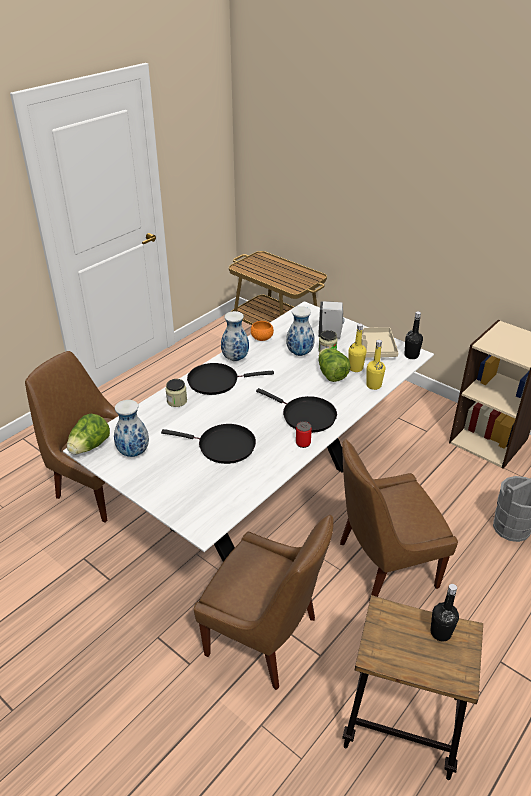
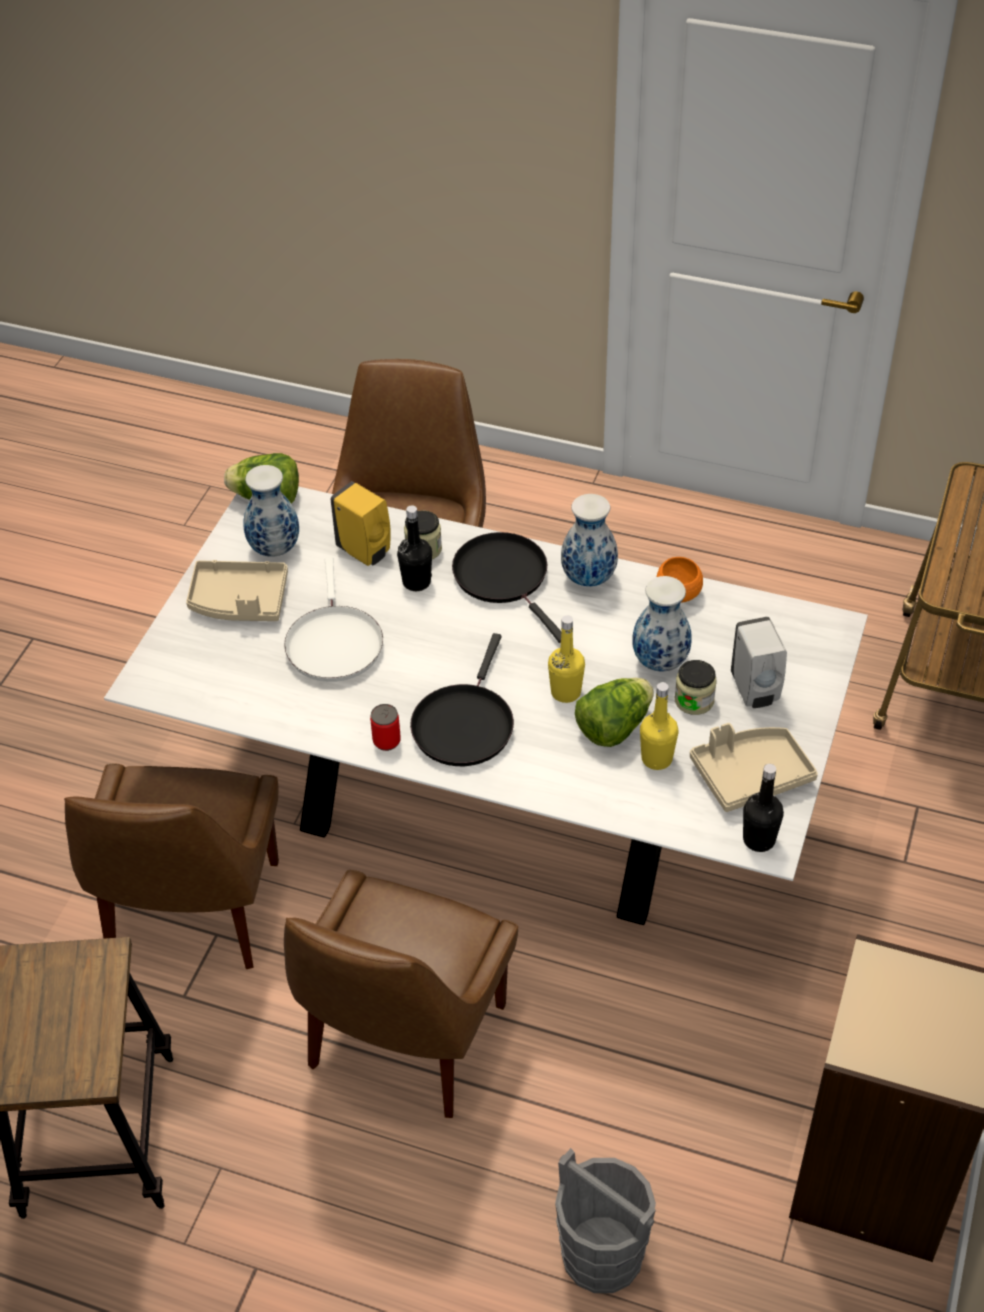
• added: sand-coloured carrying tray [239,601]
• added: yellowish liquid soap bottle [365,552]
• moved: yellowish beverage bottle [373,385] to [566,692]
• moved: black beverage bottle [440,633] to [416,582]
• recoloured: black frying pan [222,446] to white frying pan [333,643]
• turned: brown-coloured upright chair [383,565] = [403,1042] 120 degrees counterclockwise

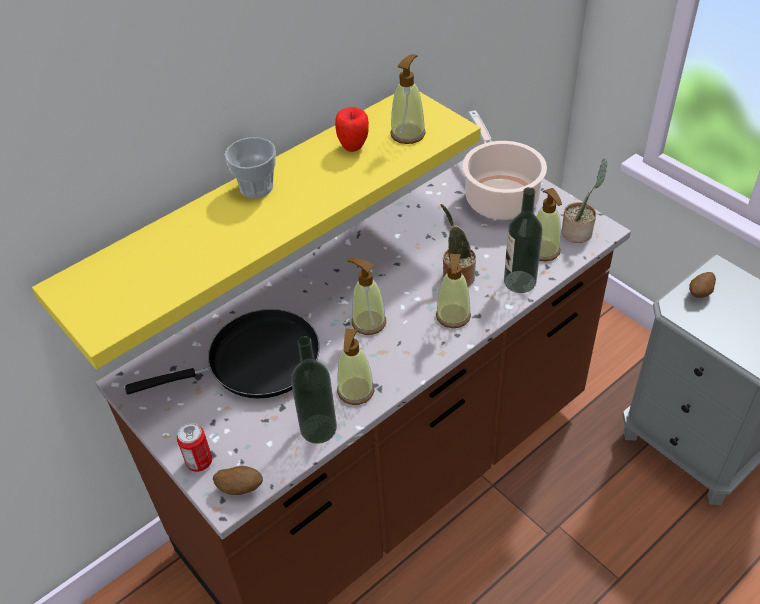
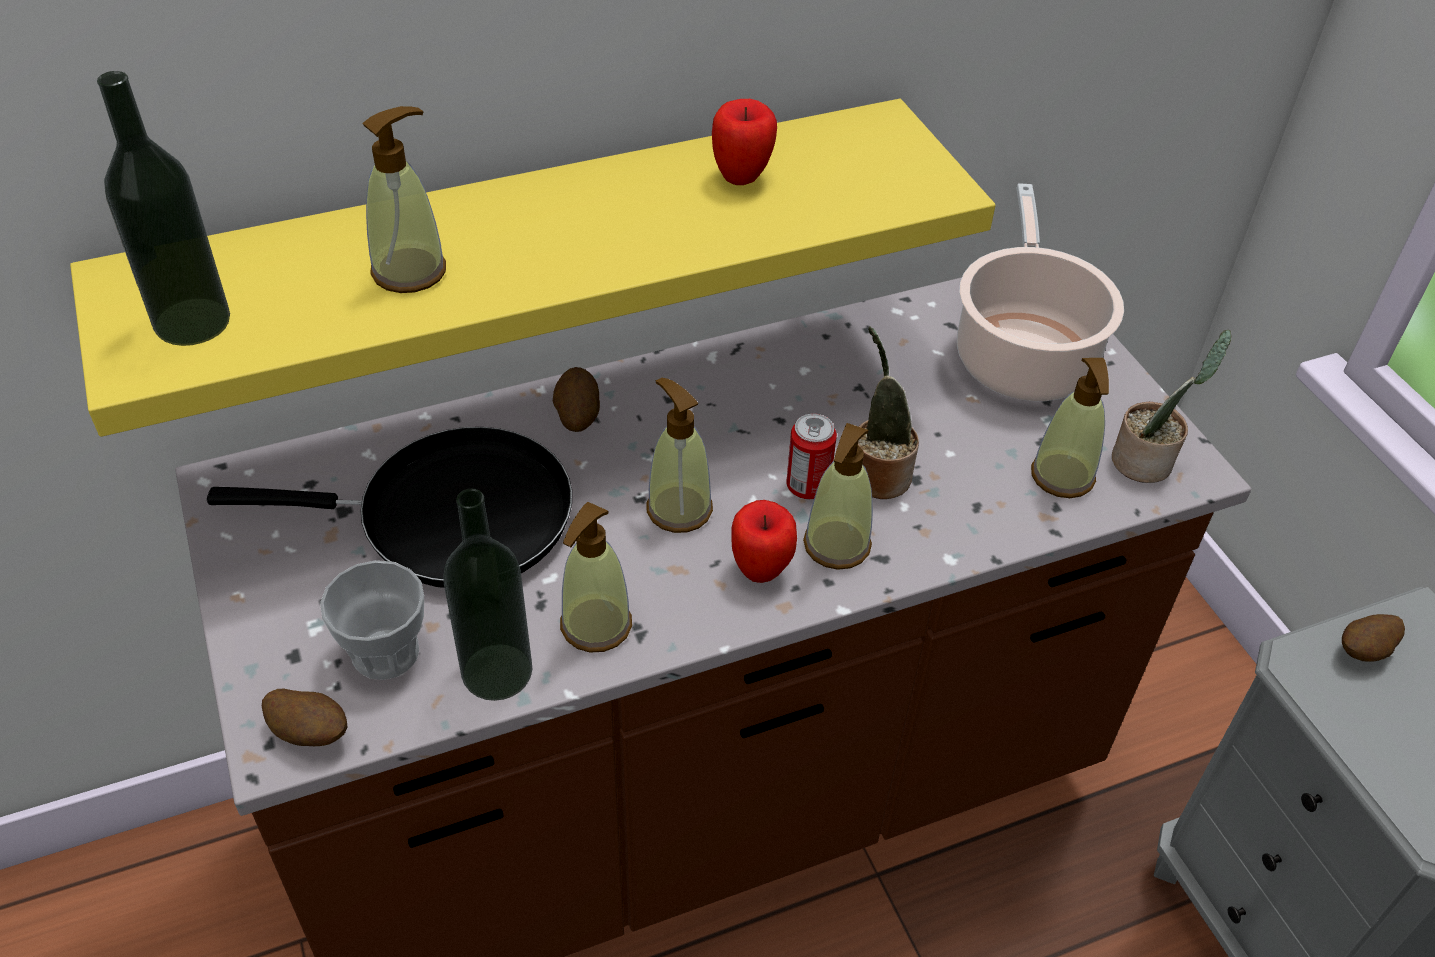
• added: potato [577,416]
• added: whole apple [761,570]
• moved: can [199,462] to [808,486]
• moved: small cup [256,187] to [385,652]
• moved: liquid soap bottle [408,134] to [410,271]
• moved: beverage bottle [519,281] to [192,322]

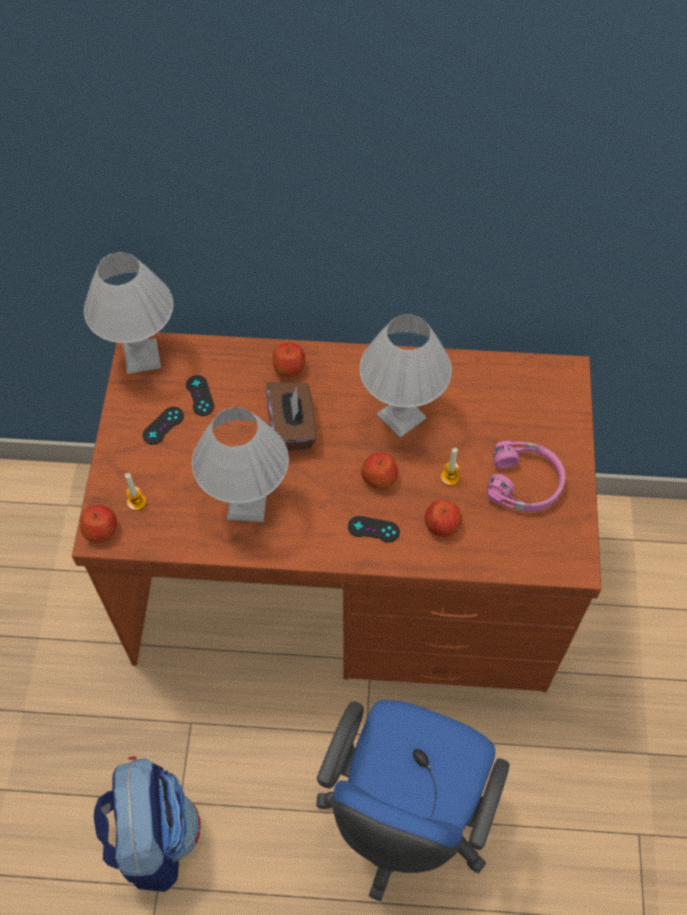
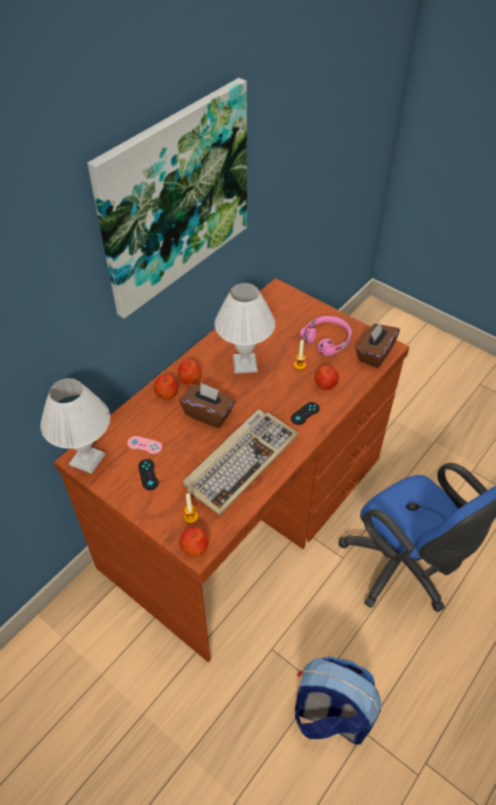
• added: wall picture [175,198]
• added: brown-coloured tissue box [374,353]
• moved: whole apple [379,478] to [190,378]
• replaced: white tabletop lamp [248,504] to keyboard [241,461]
• recoloured: black game controller [200,395] to pink-coloured game controller [144,445]

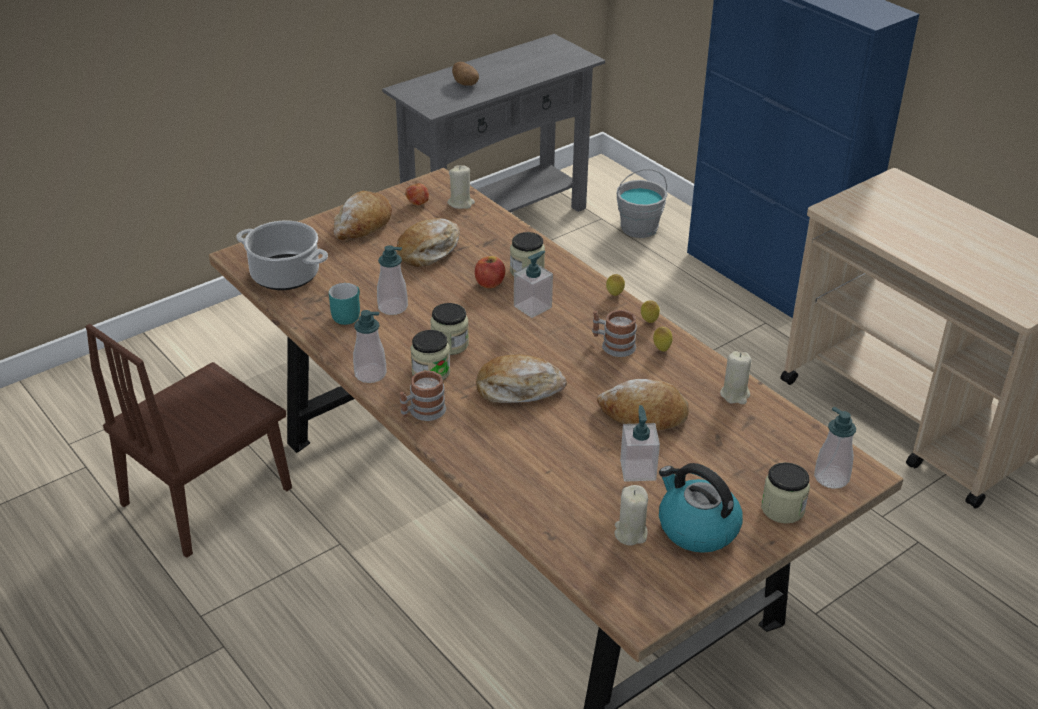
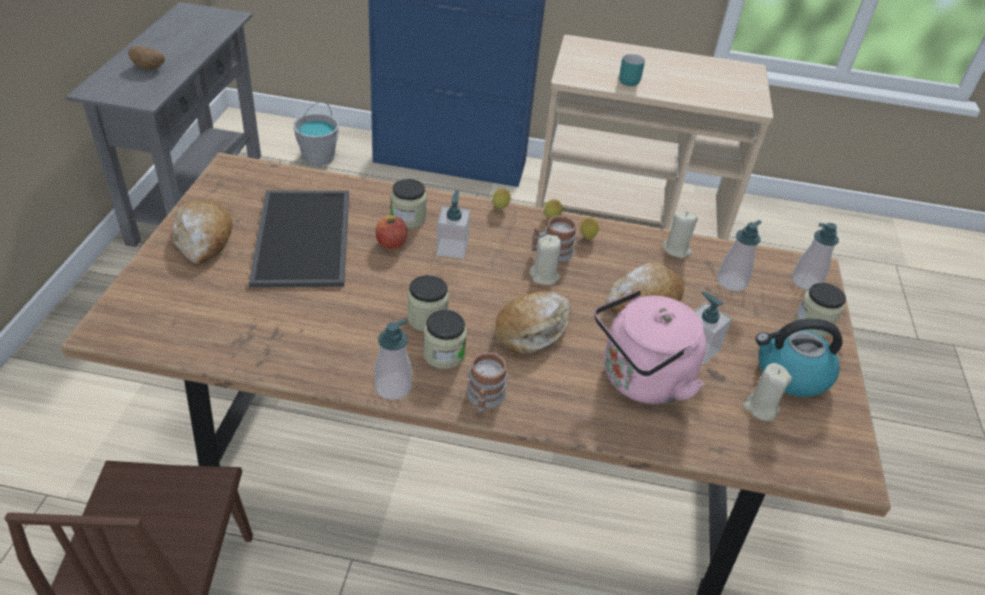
• removed: stockpot [284,275]
• removed: whole apple [417,203]
• added: pink-coloured tea kettle [640,380]
• moved: turquoise tea mug [346,314] to [626,80]
• moved: liquid soap bottle [392,307] to [731,282]
• moved: sand-coloured wax candle [461,203] to [544,276]
• replaced: baked bread [429,250] to carrying tray [300,236]

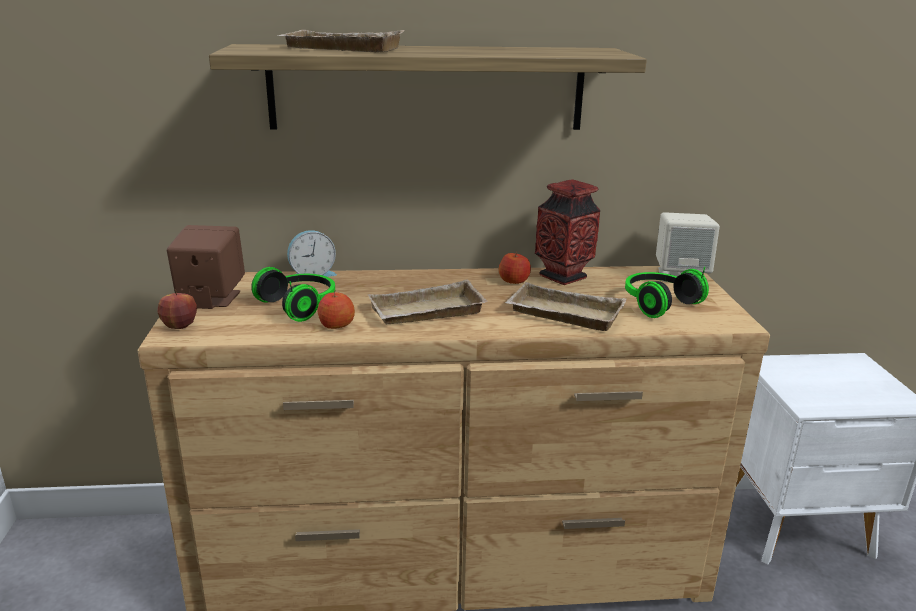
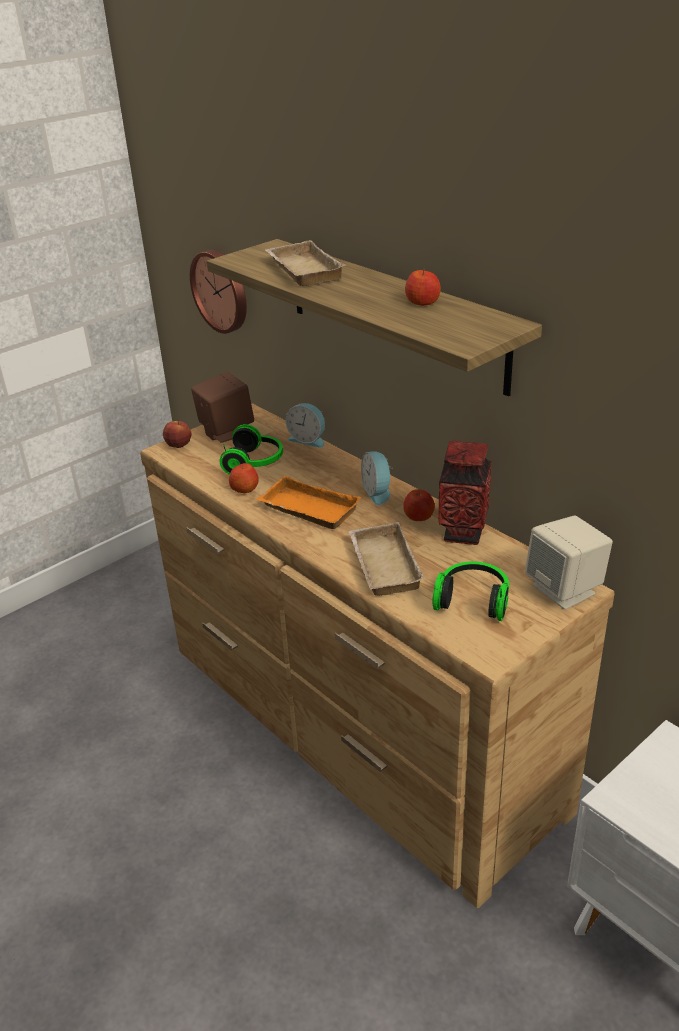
• added: clock on the wall [221,290]
• added: alarm clock [378,492]
• added: whole apple [423,302]
• recoloured: sand-coloured carrying tray [426,313] to orange carrying tray [306,510]

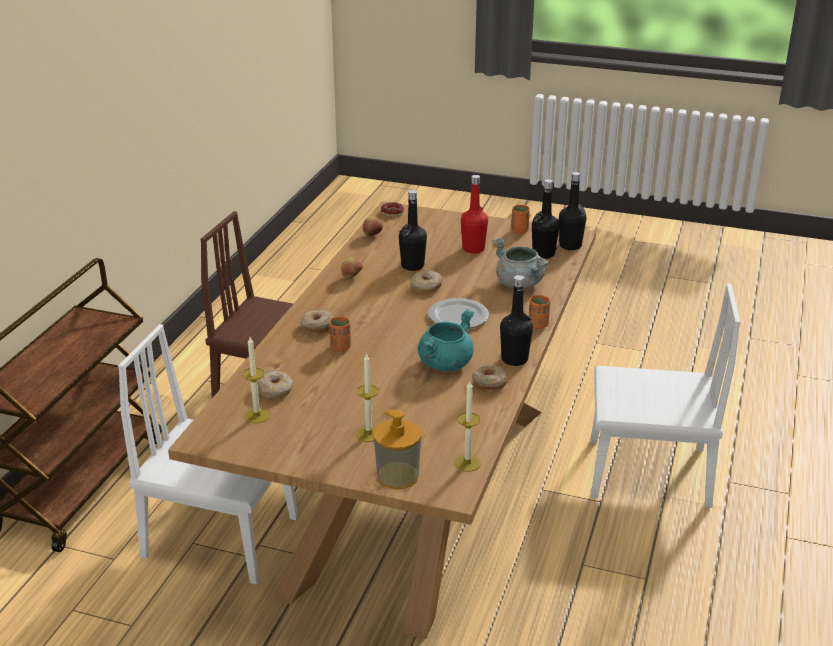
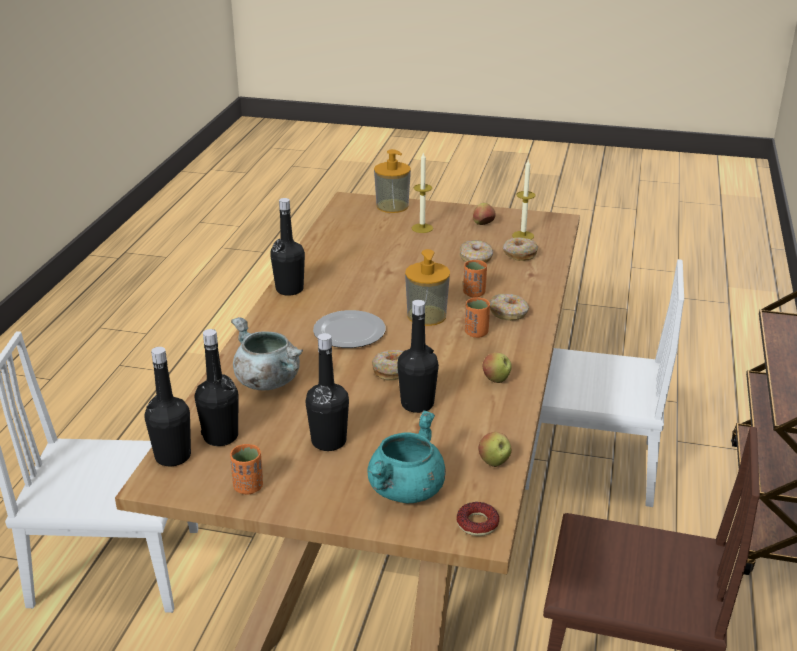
• removed: wax candle [467,463]
• added: liquid soap bottle [426,316]
• added: whole apple [483,225]
• moved: turquoise stockpot [445,363] to [406,491]
• moved: ring doughnut [489,383] to [476,258]
• moved: orange small cup [538,325] to [476,333]
• recoloured: reddish beverage bottle [473,249] to black beverage bottle [329,441]

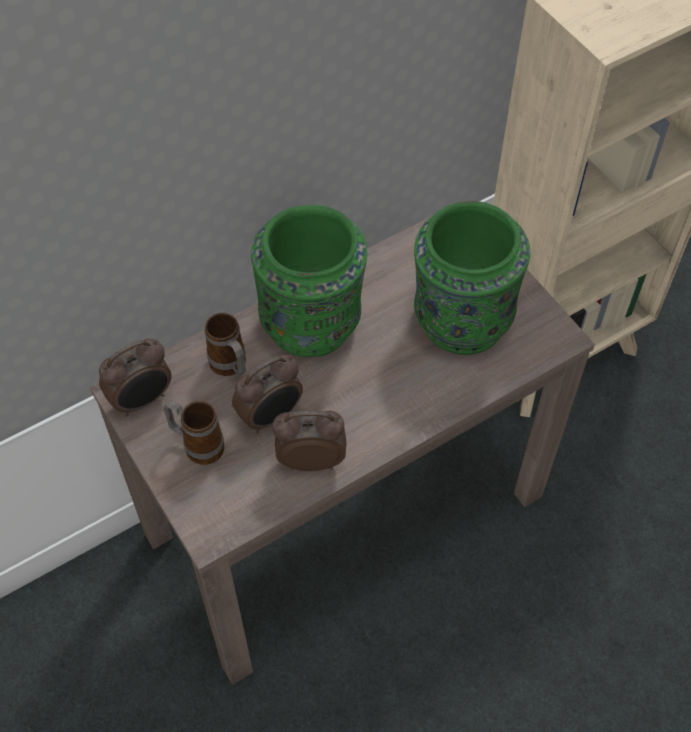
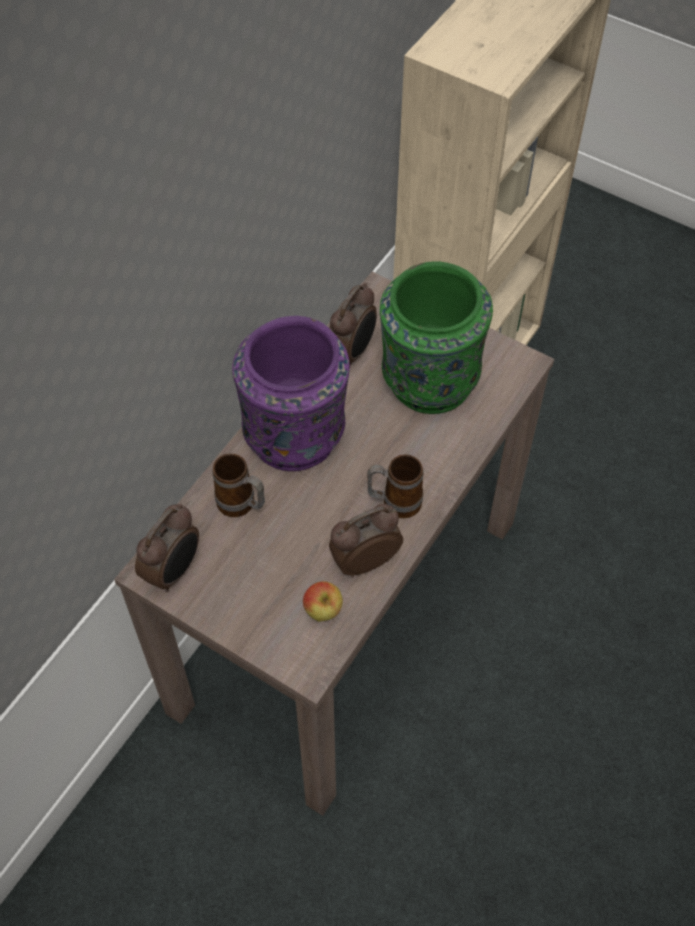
• added: whole apple [323,611]
• moved: tea mug [197,445] to [394,502]
• moved: alarm clock [271,416] to [352,352]
• recoloured: green decorative vase [312,323] to purplish decorative vase [296,435]

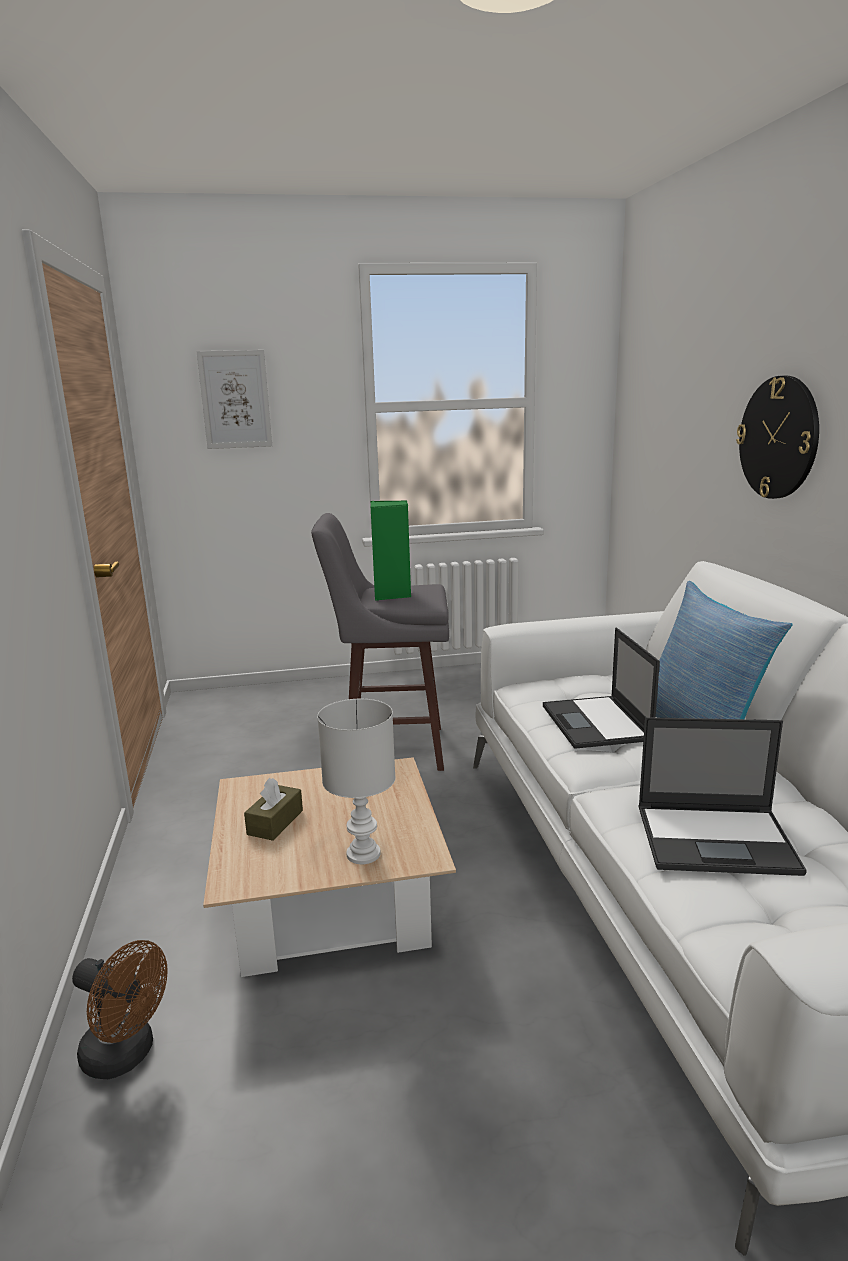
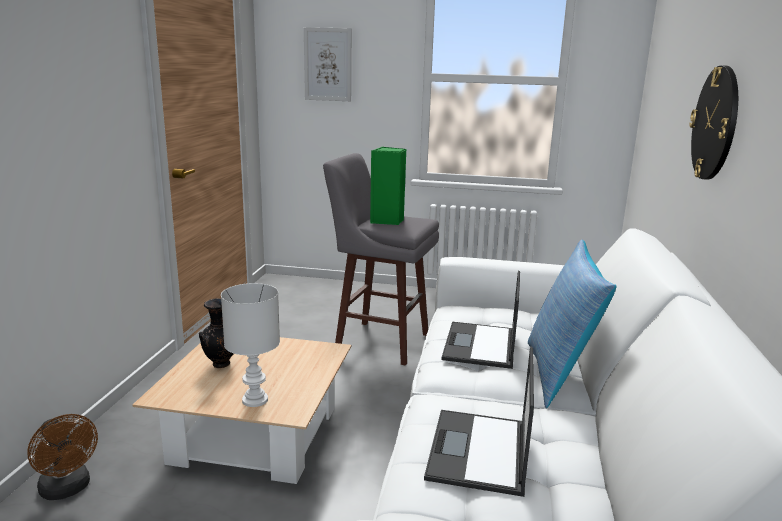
• replaced: brown-coloured tissue box [275,822] to black decorative vase [220,365]
• turned: laptop [717,839] = [479,452] 75 degrees clockwise

